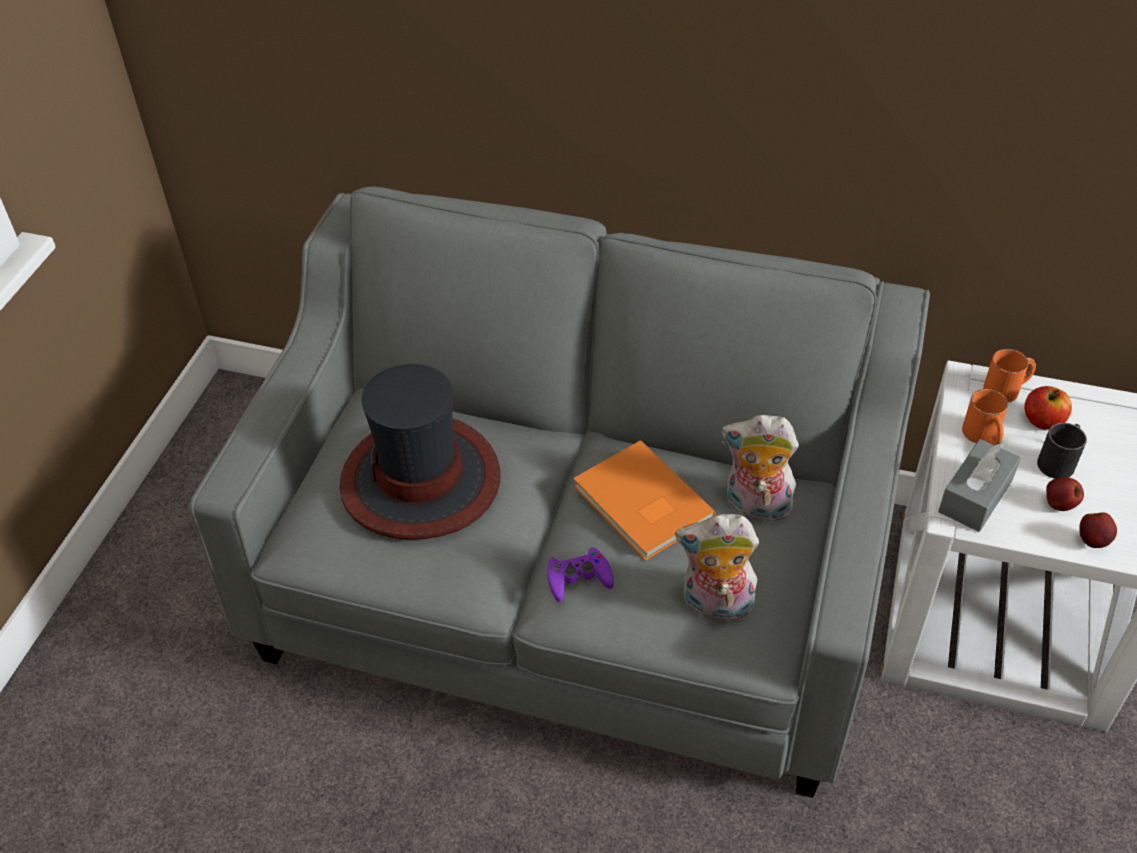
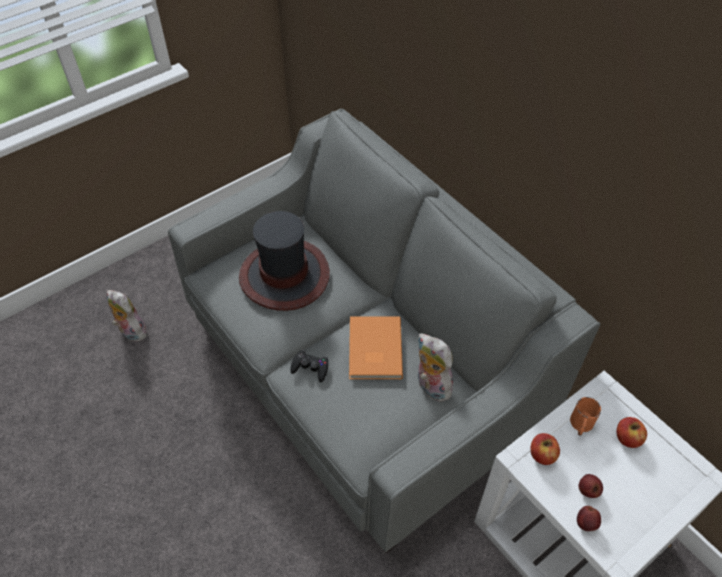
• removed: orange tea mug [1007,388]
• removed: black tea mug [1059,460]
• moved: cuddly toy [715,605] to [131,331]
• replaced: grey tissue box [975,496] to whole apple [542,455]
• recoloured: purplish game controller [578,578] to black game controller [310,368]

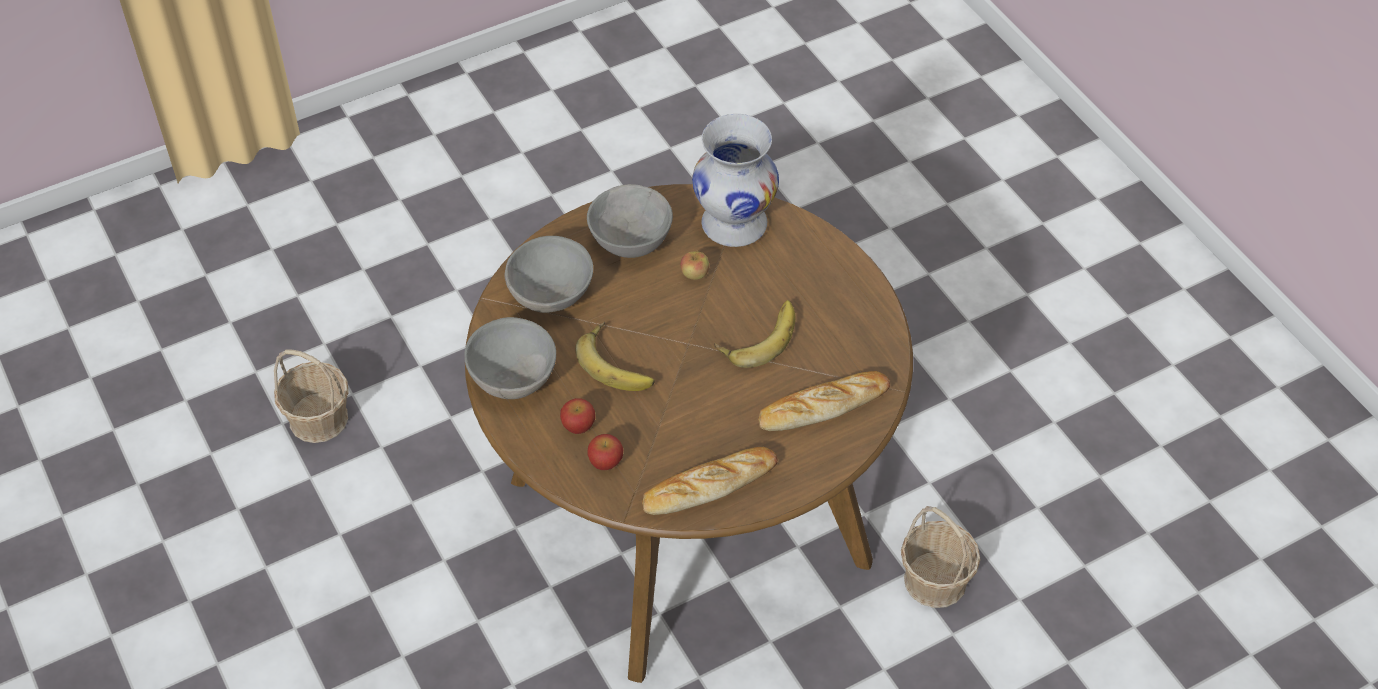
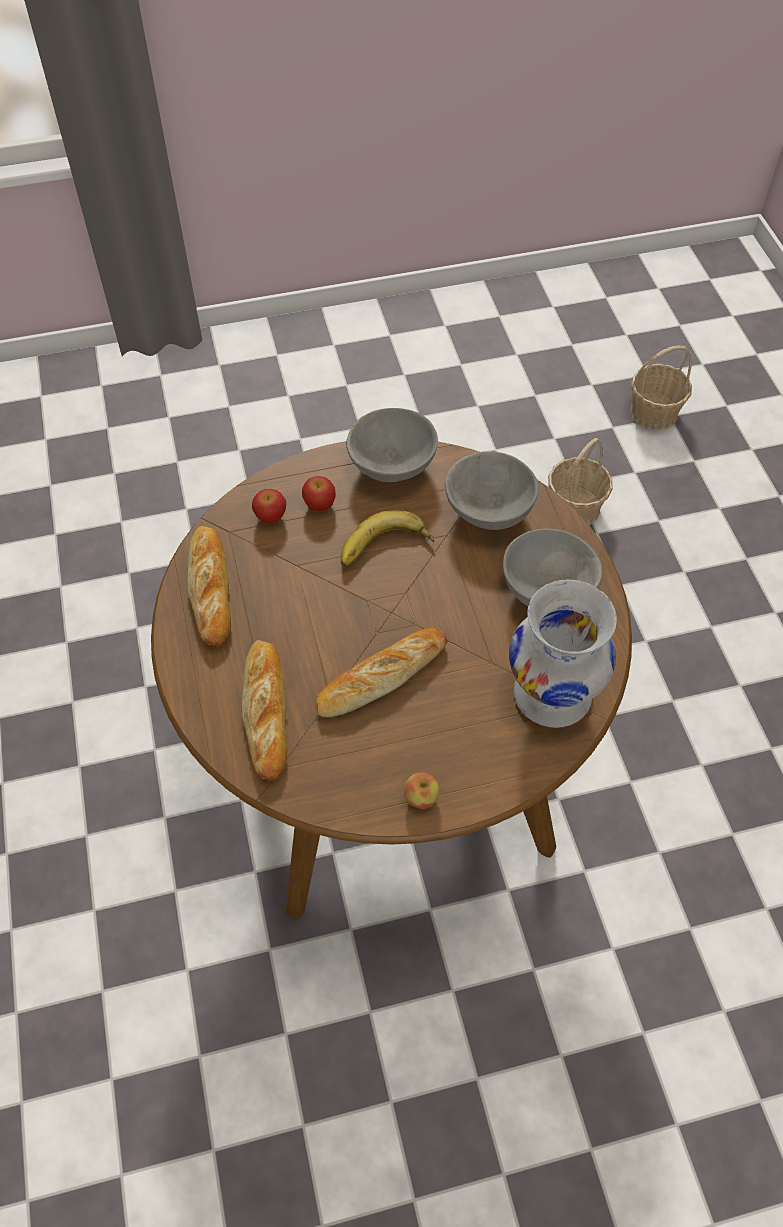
• moved: whole apple [694,274] to [421,797]
• moved: storage basket [935,580] to [654,412]
• replaced: whole banana [758,336] to baked bread [381,676]

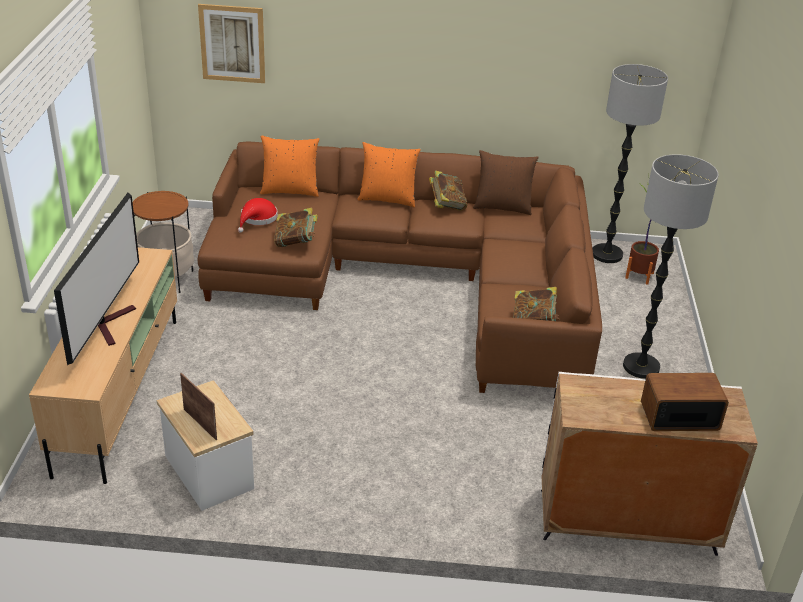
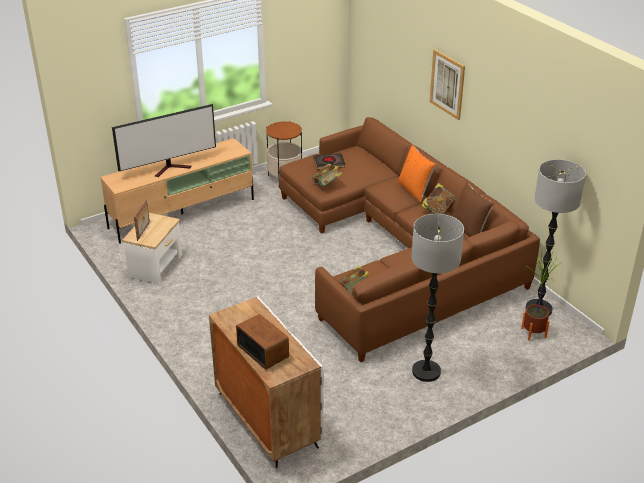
• removed: orange cushion [290,190]
• moved: wall picture [232,43] to [447,84]
• replaced: reddish hat [257,219] to black book [329,163]

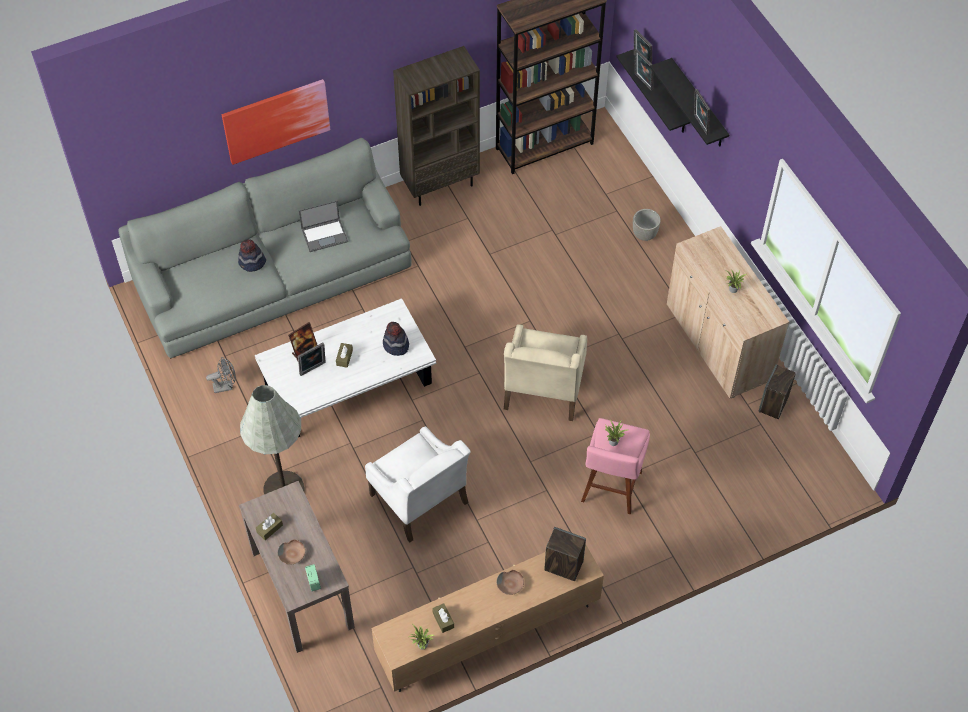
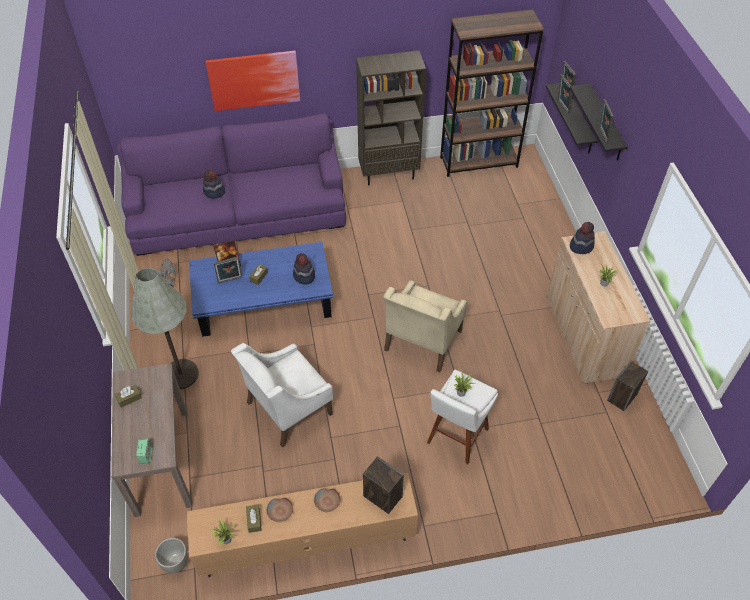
• removed: laptop [325,235]
• added: hat [581,246]
• moved: brown-coloured deep dish [292,554] to [280,512]
• moved: grey flower pot [644,235] to [176,563]
• recoloured: grey sofa [274,277] to purplish sofa [238,213]
• recoloured: white low table [349,386] to blue-coloured low table [265,305]
• recoloured: pink-coloured stool seat [610,489] to white stool seat [456,438]
• turned: white lounge chair [419,499] = [288,408] 75 degrees clockwise

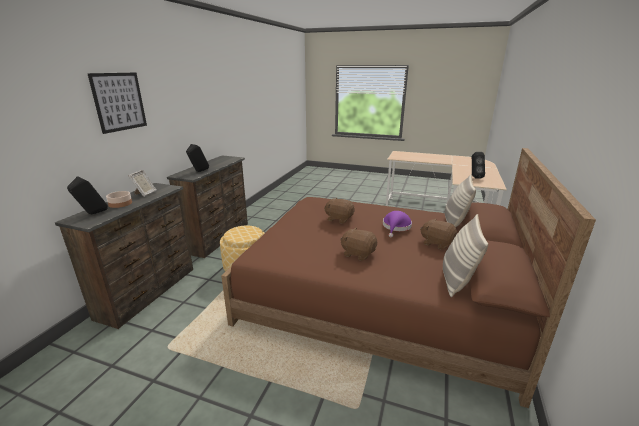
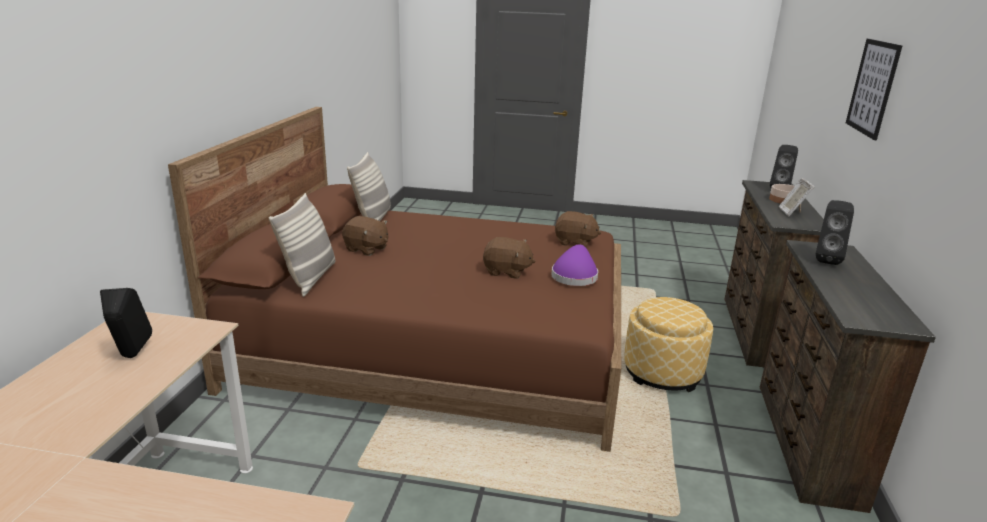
• moved: brown-coloured cuddly toy [358,253] to [575,242]
• moved: purplish hat [396,227] to [574,276]

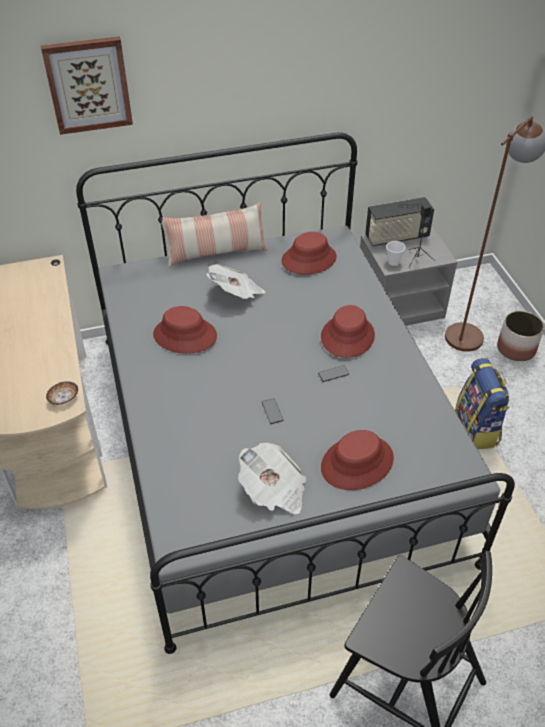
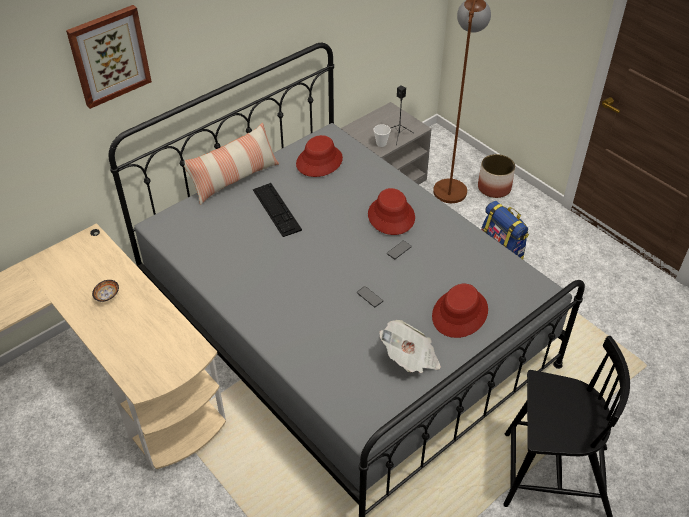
• removed: reddish hat [185,335]
• removed: radio set [396,237]
• moved: deep dish [64,398] to [107,295]
• replaced: daily paper [236,293] to keyboard [276,209]

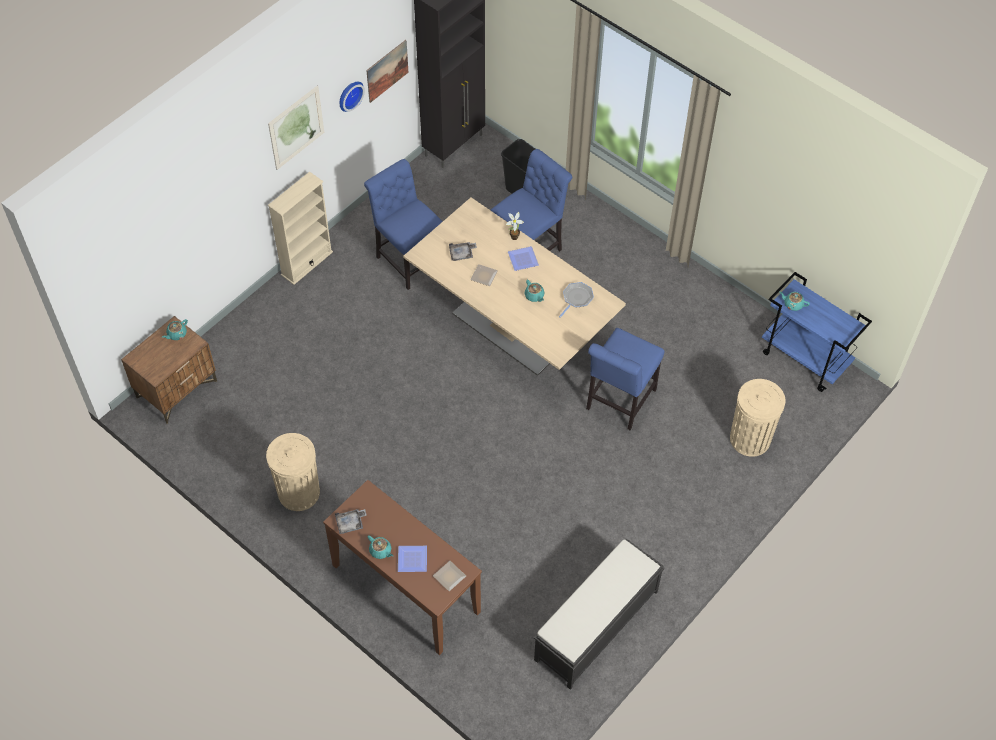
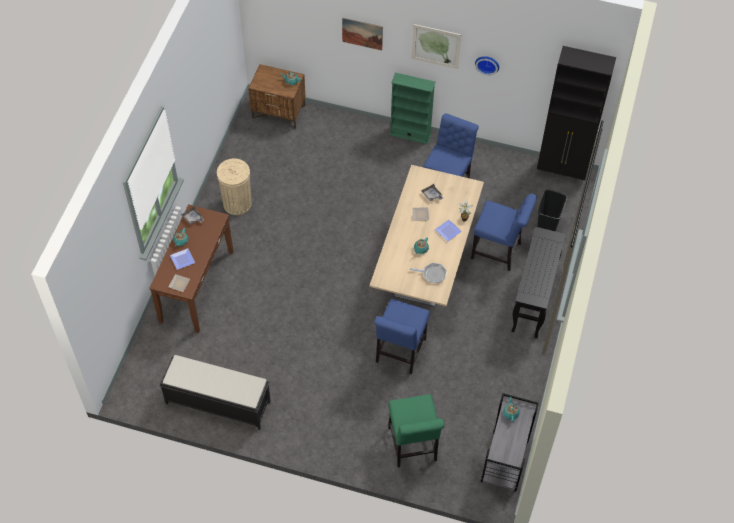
• added: black narrow table [533,302]
• moved: wall picture [387,71] to [362,33]
• replaced: sand-coloured rubbish bin [750,439] to green upright chair [413,447]
• recoloured: sand-coloured bookcase [306,263] to green bookcase [410,134]
• recoloured: blue-coloured cart [805,359] to grey cart [505,461]
• turned: blue-coloured upright chair [618,402] = [399,353] 75 degrees counterclockwise

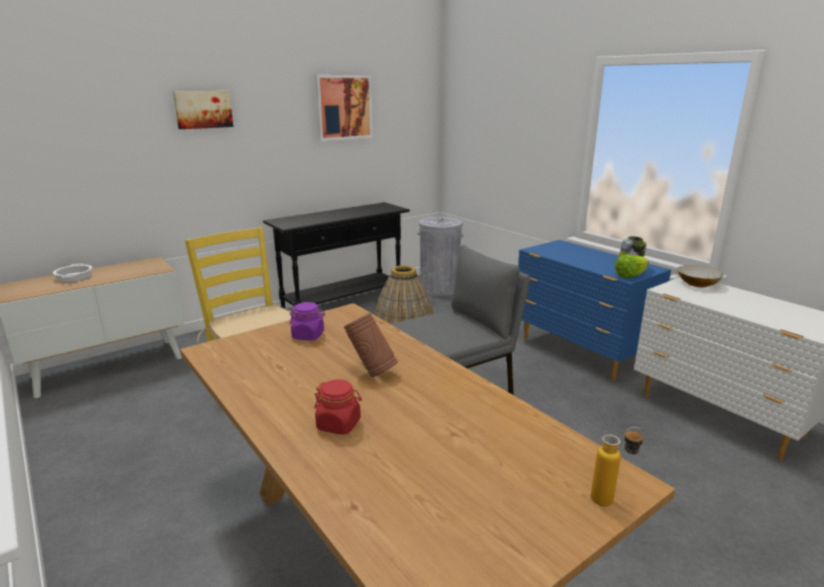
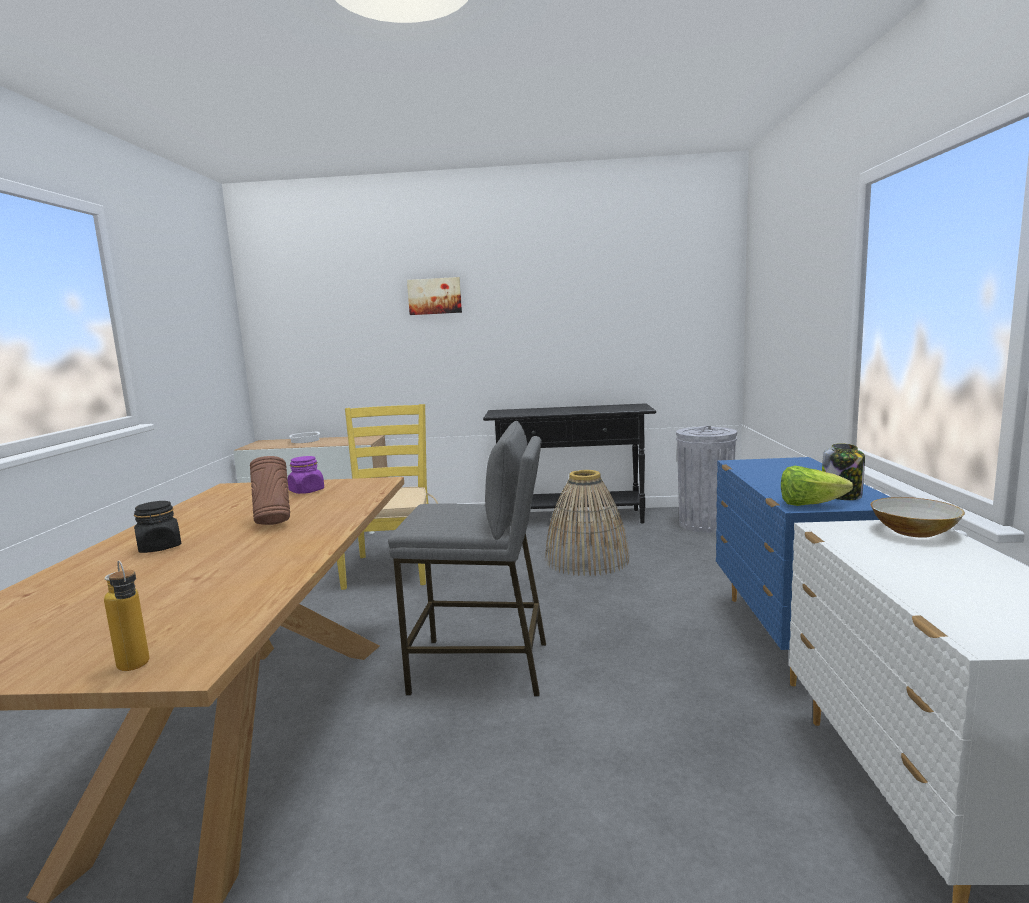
• removed: wall picture [344,107]
• recoloured: reddish preserve jar [339,424] to black preserve jar [160,547]

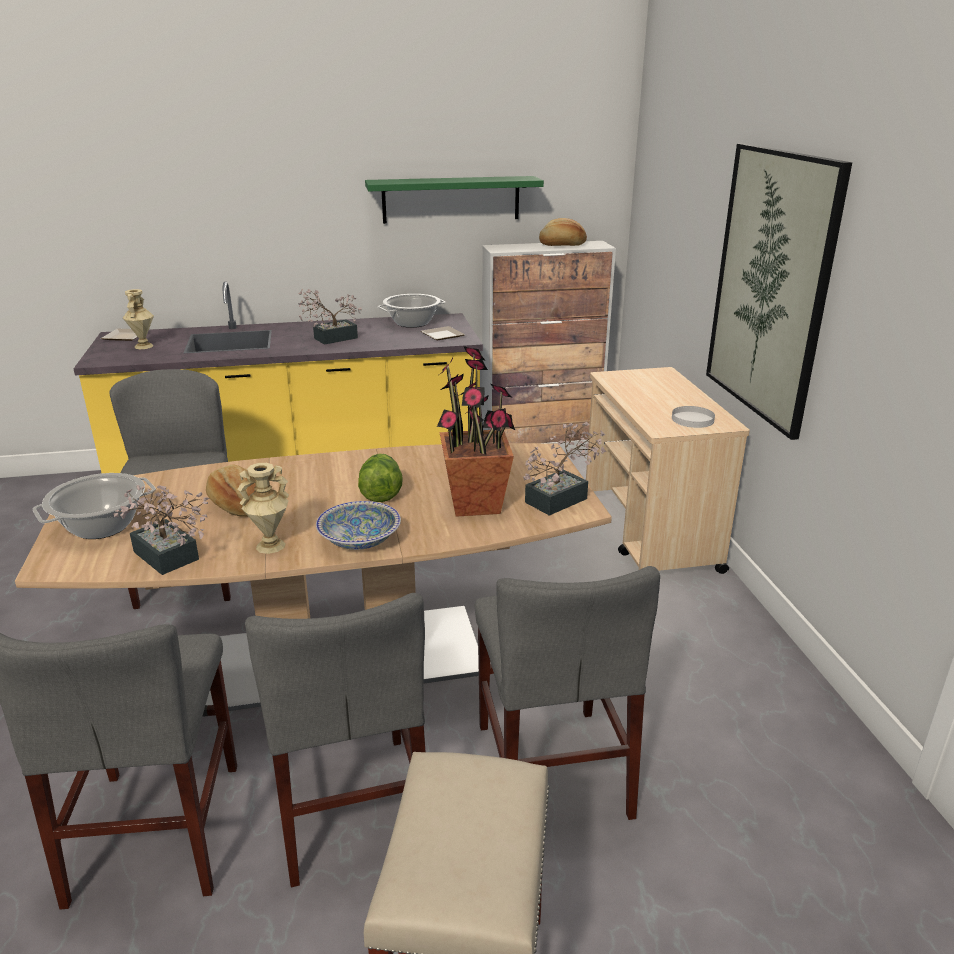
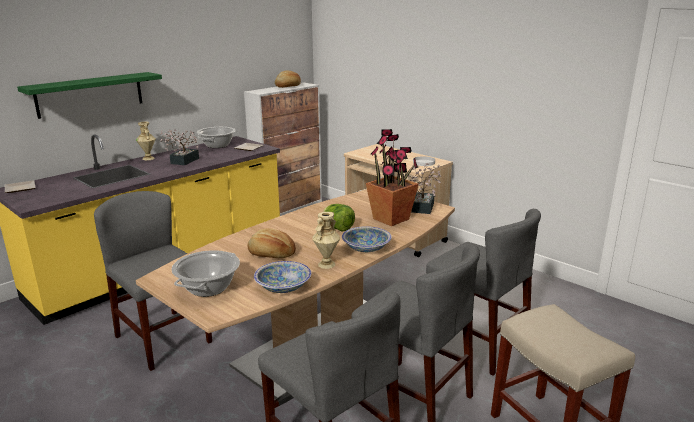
• removed: wall picture [770,286]
• moved: sand-coloured decorative vase [144,346] to [148,158]
• moved: green shelf [451,199] to [90,94]
• replaced: houseplant [169,559] to deep dish [283,287]

